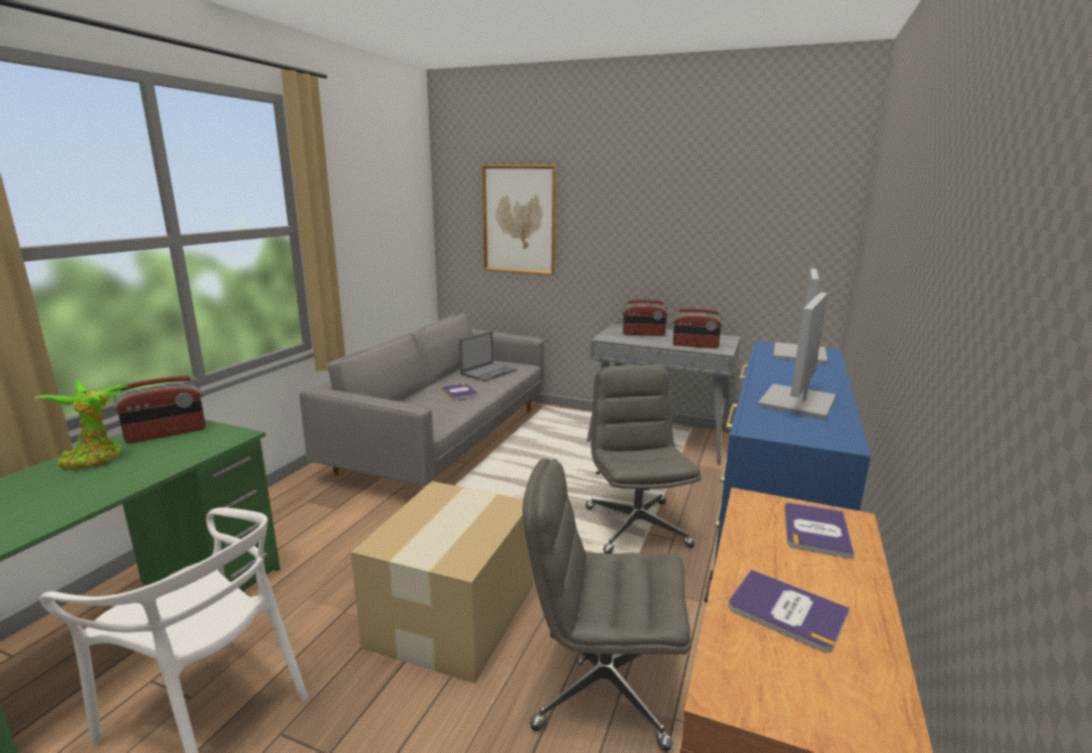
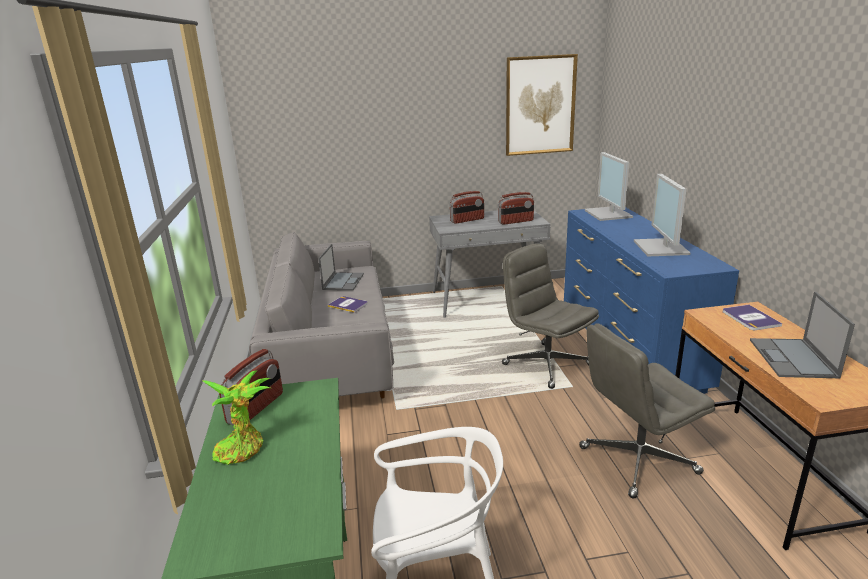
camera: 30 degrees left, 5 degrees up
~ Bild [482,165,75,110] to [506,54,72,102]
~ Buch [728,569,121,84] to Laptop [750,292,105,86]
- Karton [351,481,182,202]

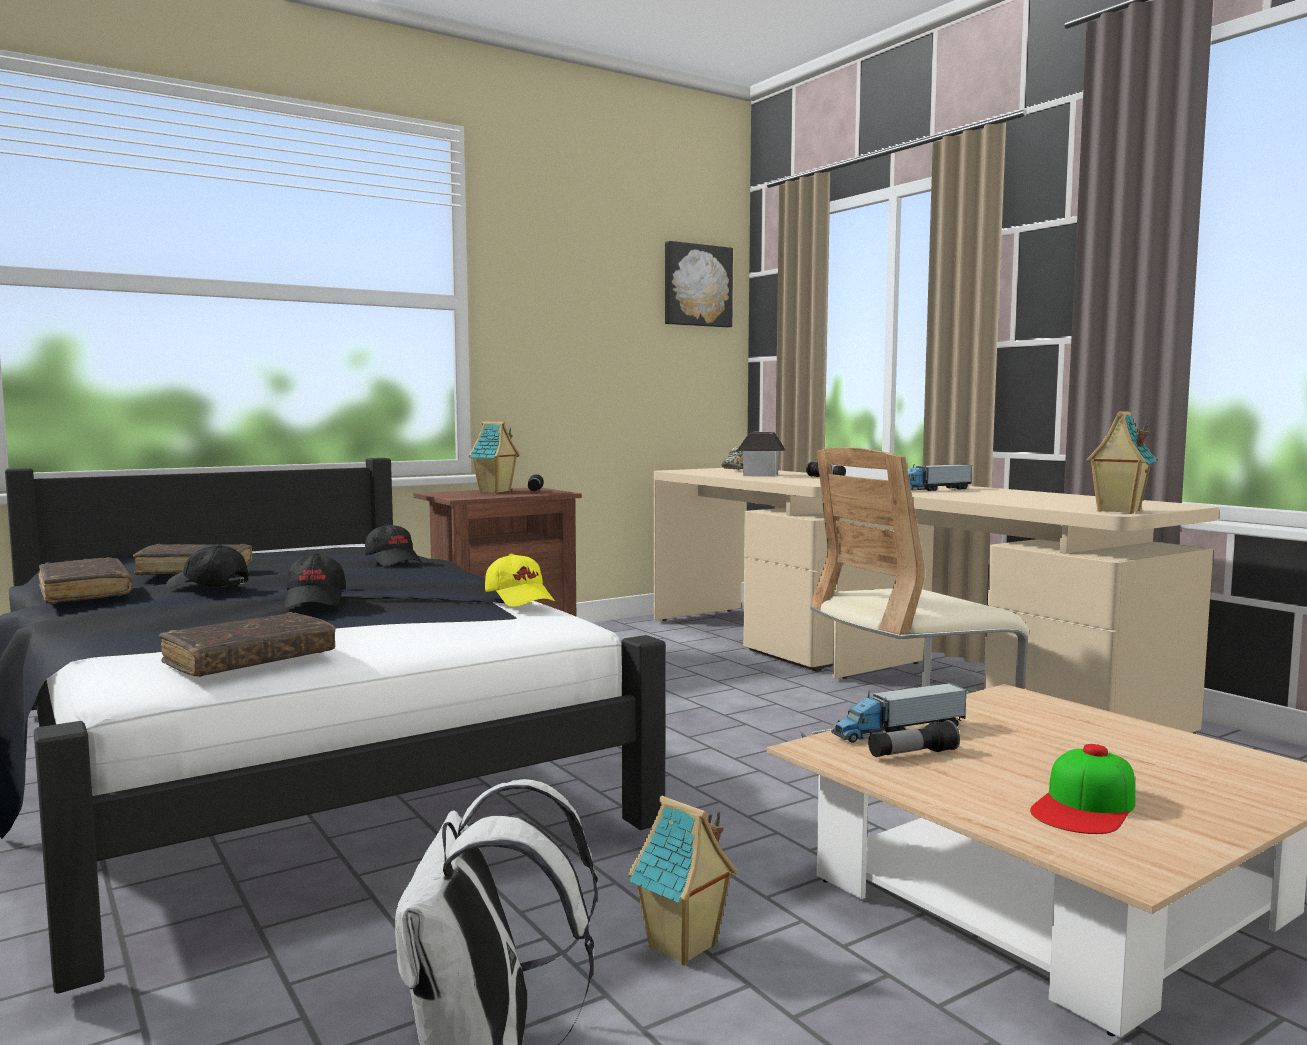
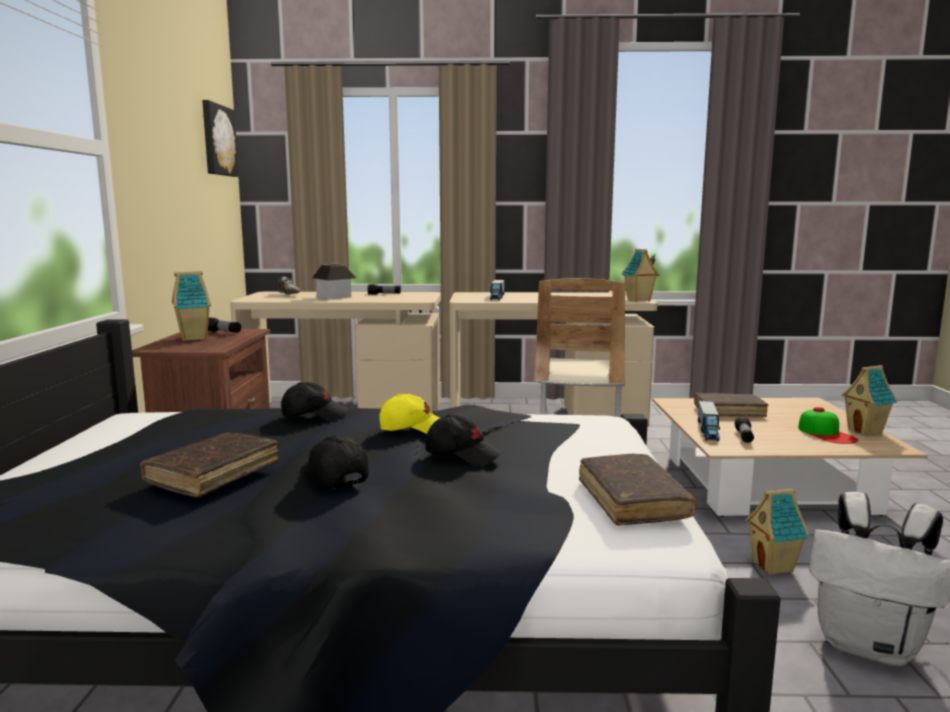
camera: 55 degrees left, 5 degrees up
~ Kappe [schwarz] [166,545,83,43] = [300,436,69,53] 90 degrees clockwise
~ Kappe [gelb] [485,554,70,53] to [379,394,61,40]
~ Buch [braun] [39,557,94,47] to [694,393,74,24]
+ Spielzeughaus [841,365,57,71]

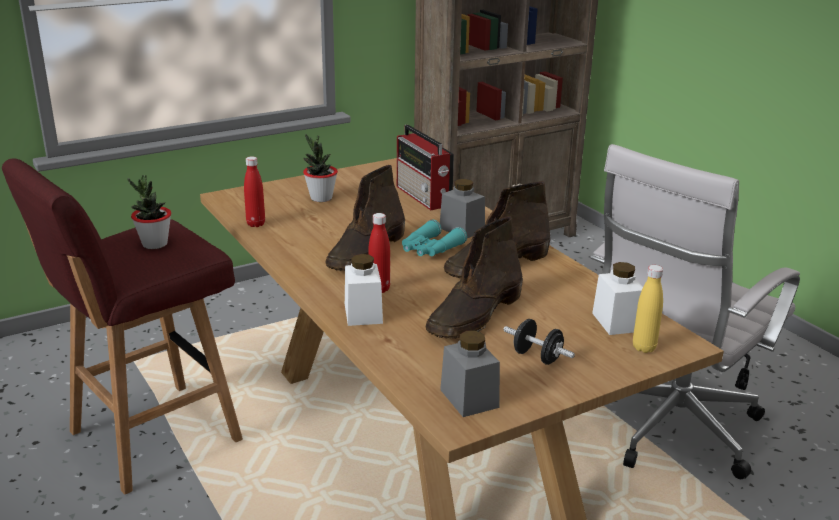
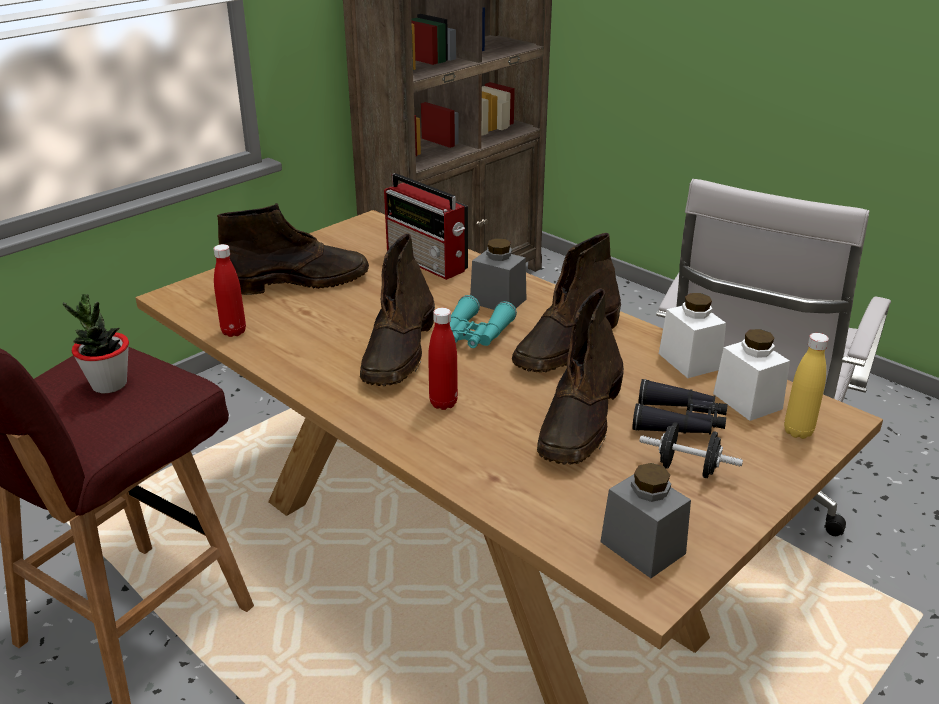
camera: 15 degrees left, 5 degrees up
~ Topfpflanze [303,133,35,69] to Stiefel [braun] [217,203,152,92]
+ Fernglas [schwarz] [632,379,96,56]
~ Vorratsglas [weiß] [345,254,38,72] to [659,293,67,85]

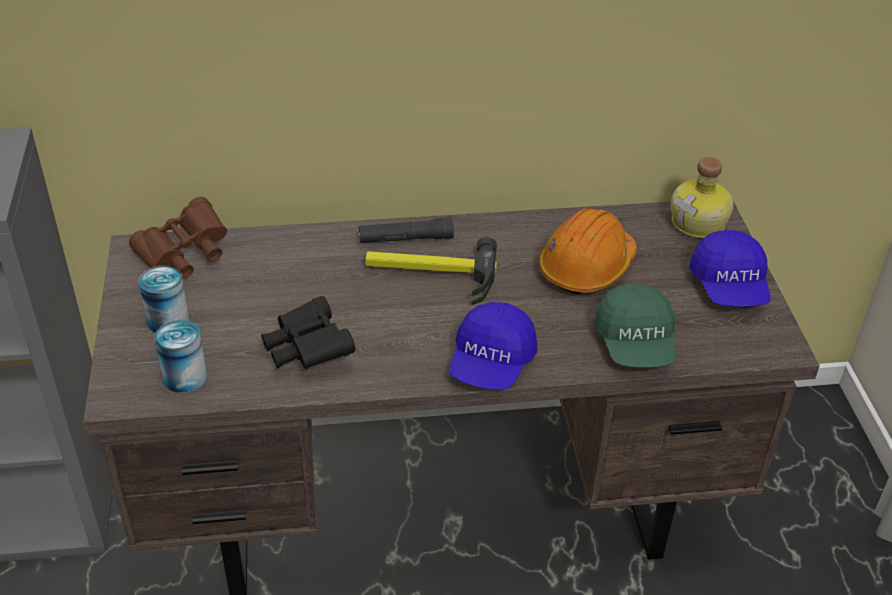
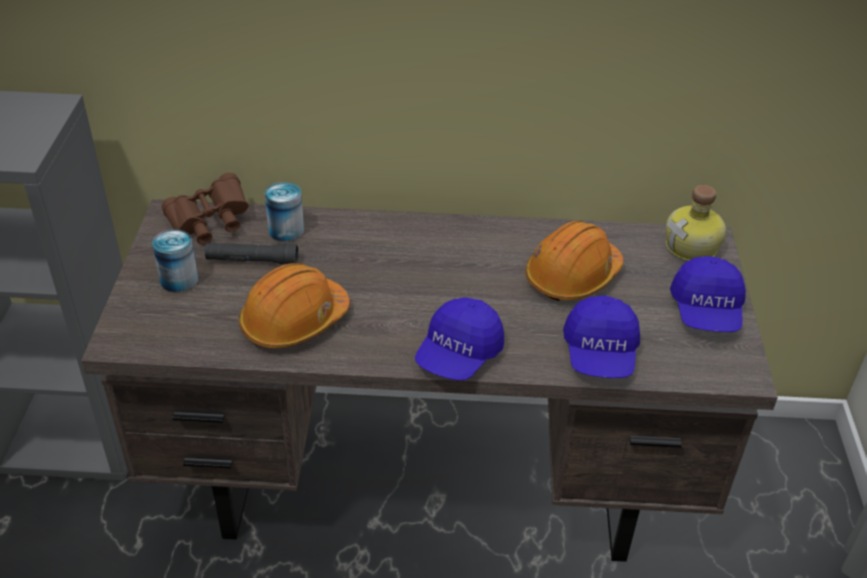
camera: 10 degrees right, 0 degrees up
~ Taschenlampe [schwarz] [359,217,95,26] to [205,243,93,21]
~ Fernglas [schwarz] [261,296,95,73] to Schutzhelm [orange] [239,263,111,85]
~ Dose [154,320,53,73] to [265,182,39,60]
~ Kappe [grün] [593,283,83,85] to Kappe [blau] [563,295,77,83]
- Hammer [365,237,132,68]

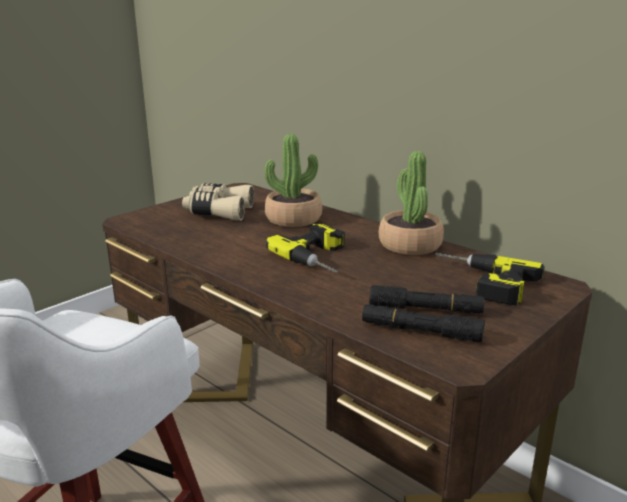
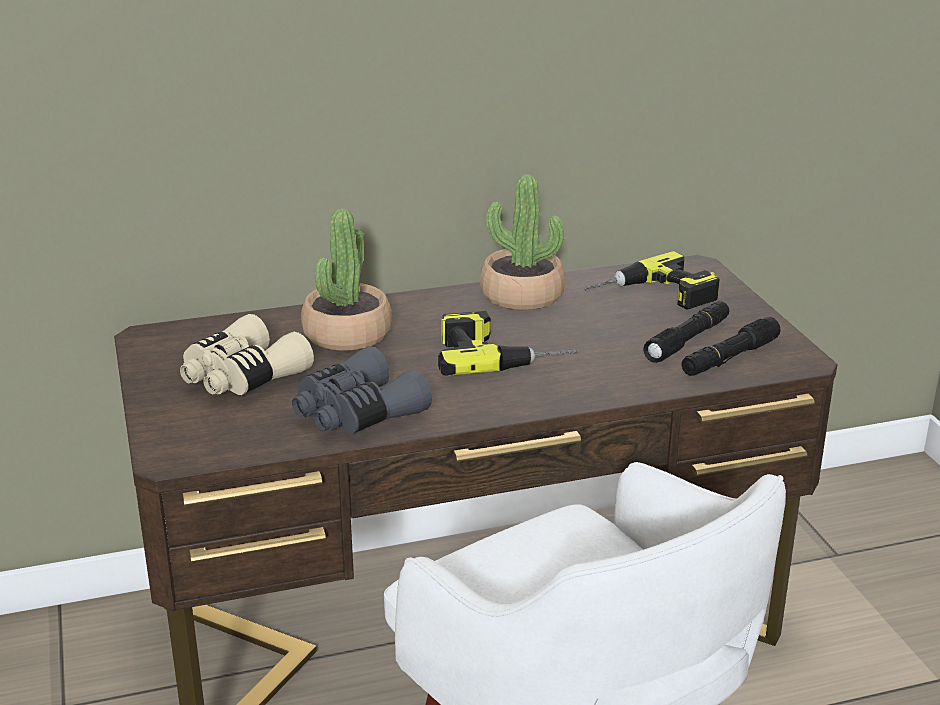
camera: 60 degrees left, 5 degrees up
+ Fernglas [grau] [292,346,140,88]

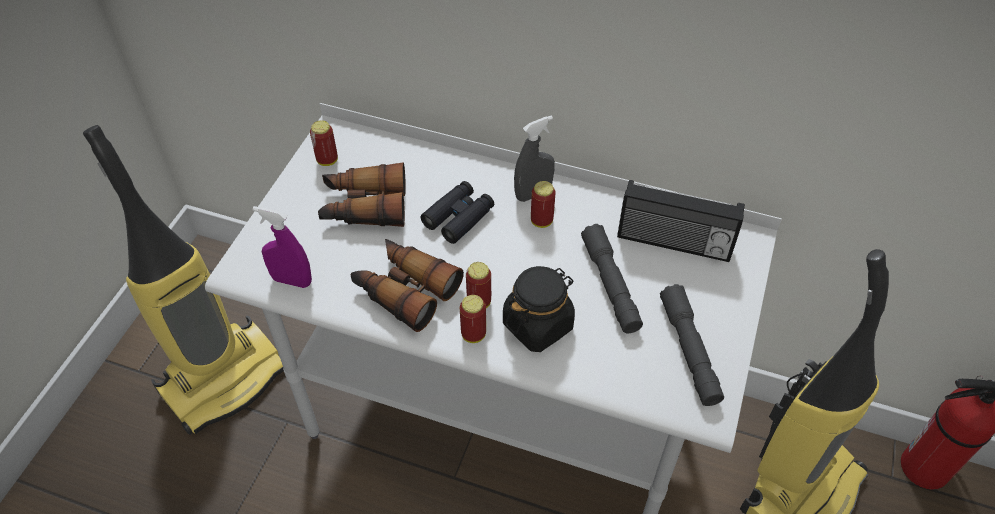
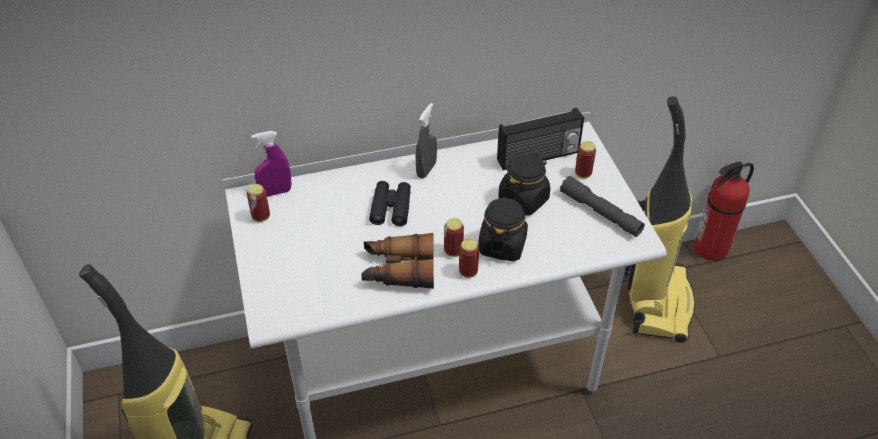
camera: 35 degrees left, 5 degrees down
~ Sprühflasche [lila] [253,206,59,82] to [251,131,40,66]
~ Taschenlampe [grau] [581,224,62,109] to Vorratsglas [schwarz] [498,153,53,63]
~ Dose [531,181,25,47] to [575,141,21,37]
- Fernglas [318,162,88,65]

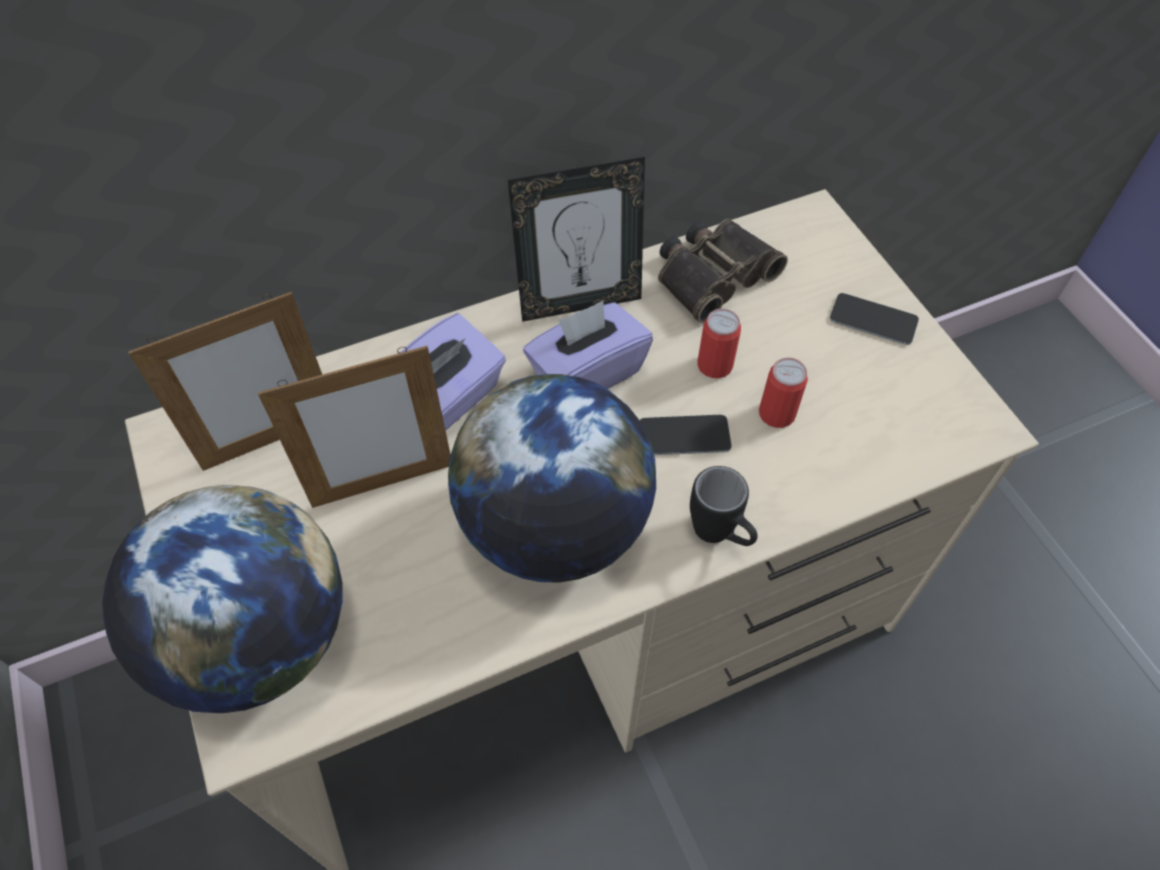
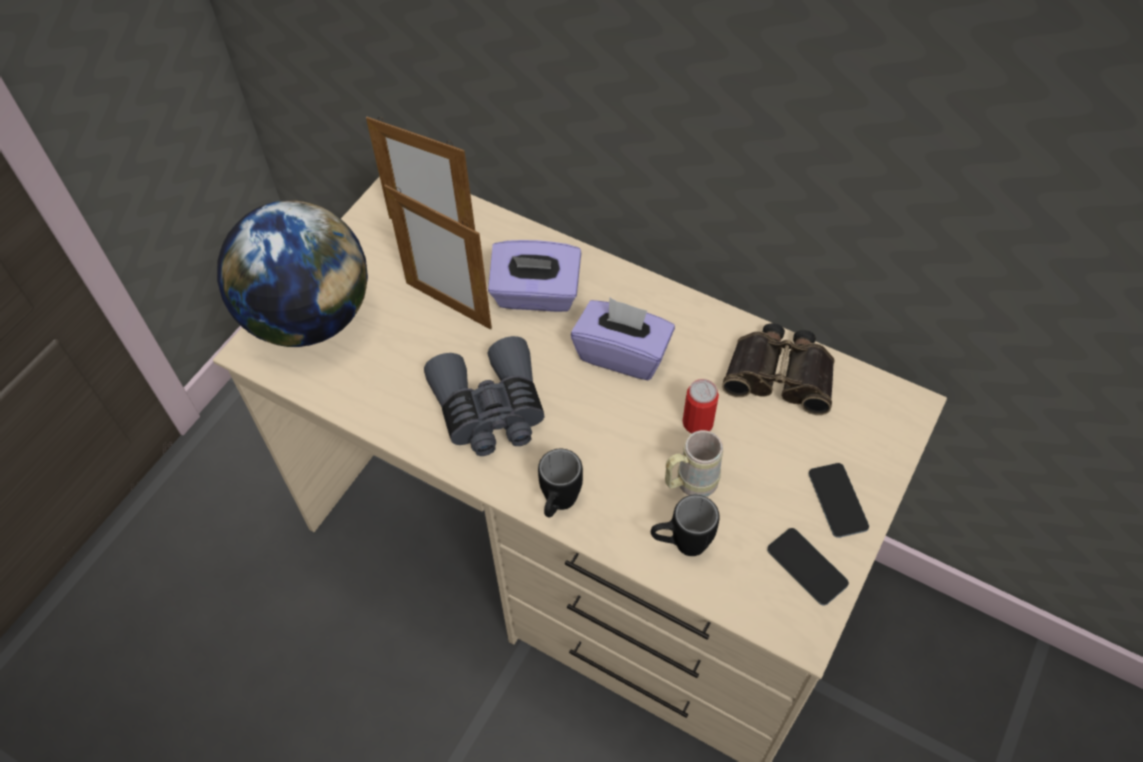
camera: 55 degrees right, 0 degrees up
~ Globus [448,374,208,208] to Fernglas [grau] [424,336,121,120]
+ Henkelbecher [schwarz] [651,495,69,61]
~ Dose [759,358,49,70] to Henkelbecher [beige] [665,430,58,67]
~ Handy [639,415,93,40] to [767,528,82,78]
- Bilderrahmen [508,157,137,165]

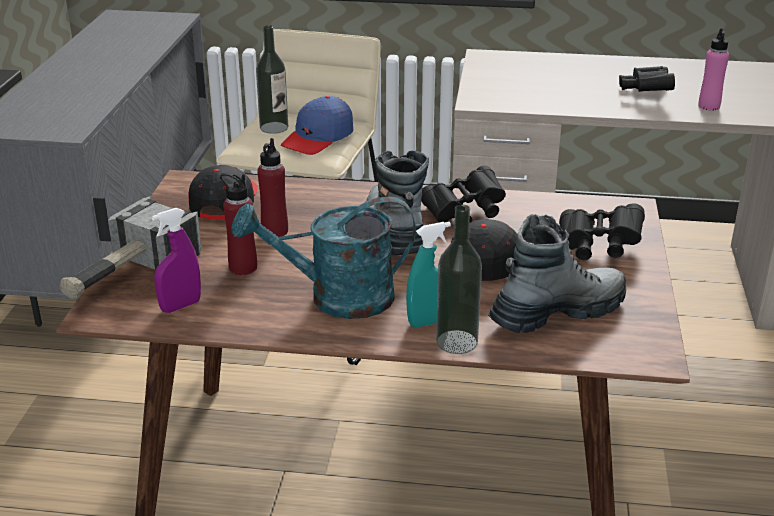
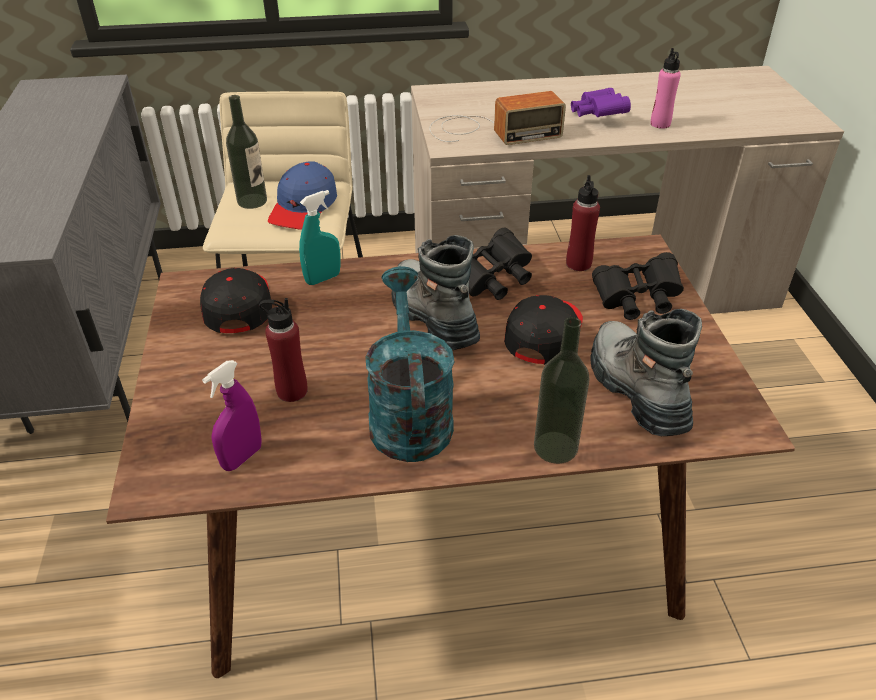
camera: 15 degrees left, 10 degrees up
~ Sprühflasche [türkis] [406,222,45,105] to [299,190,41,95]
~ Gießkanne [türkis] [231,197,185,122] = [366,266,89,196] 105 degrees clockwise
+ Radio [429,91,137,54]
~ Flasche [rot] [257,138,31,99] to [566,175,34,96]
~ Fernglas [schwarz] [619,66,56,26] to Fernglas [lila] [571,88,60,29]
~ Stiefel [488,214,138,119] = [590,309,112,127] 60 degrees counterclockwise
- Hammer [59,196,143,103]

